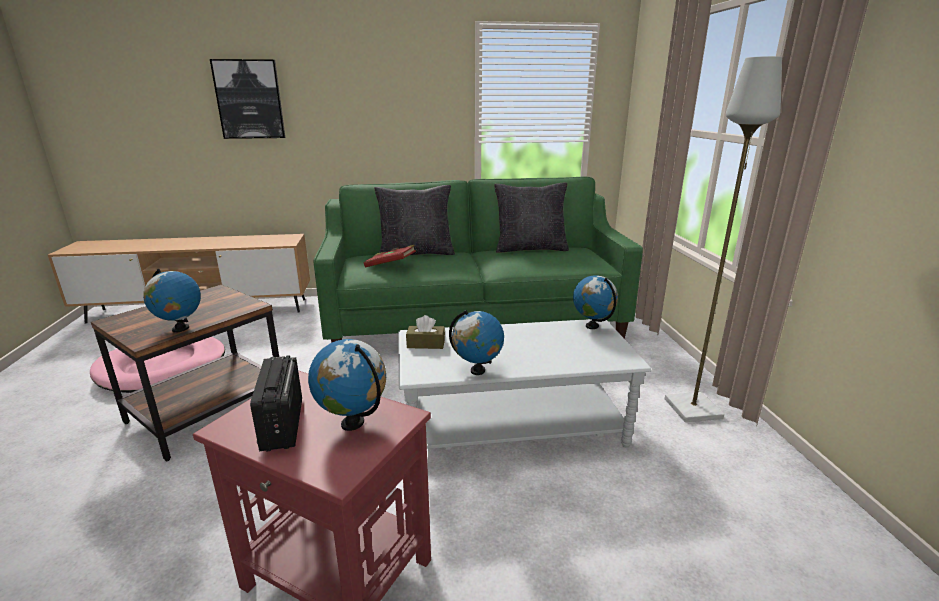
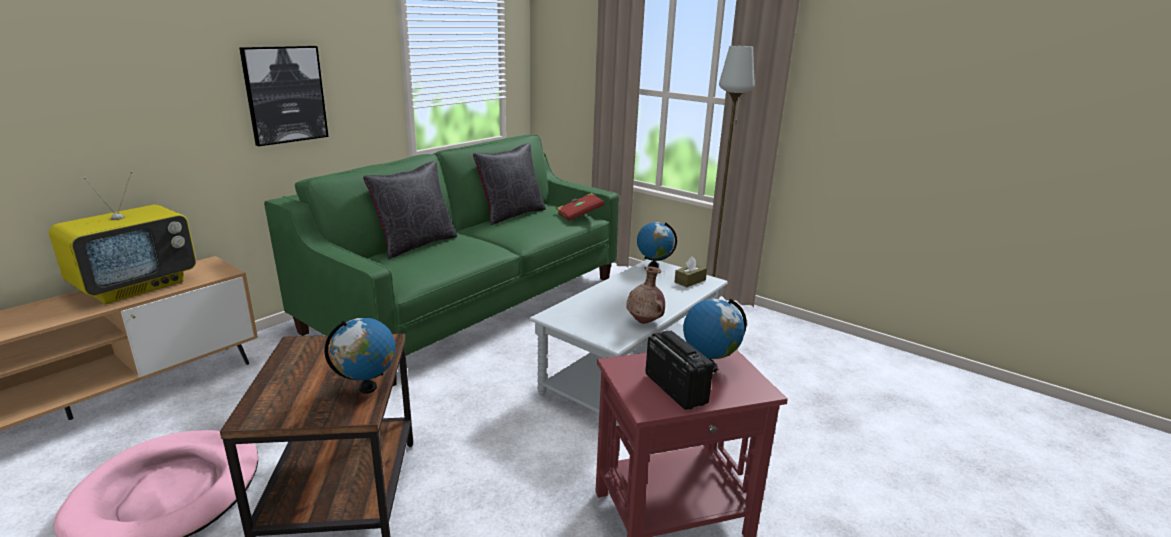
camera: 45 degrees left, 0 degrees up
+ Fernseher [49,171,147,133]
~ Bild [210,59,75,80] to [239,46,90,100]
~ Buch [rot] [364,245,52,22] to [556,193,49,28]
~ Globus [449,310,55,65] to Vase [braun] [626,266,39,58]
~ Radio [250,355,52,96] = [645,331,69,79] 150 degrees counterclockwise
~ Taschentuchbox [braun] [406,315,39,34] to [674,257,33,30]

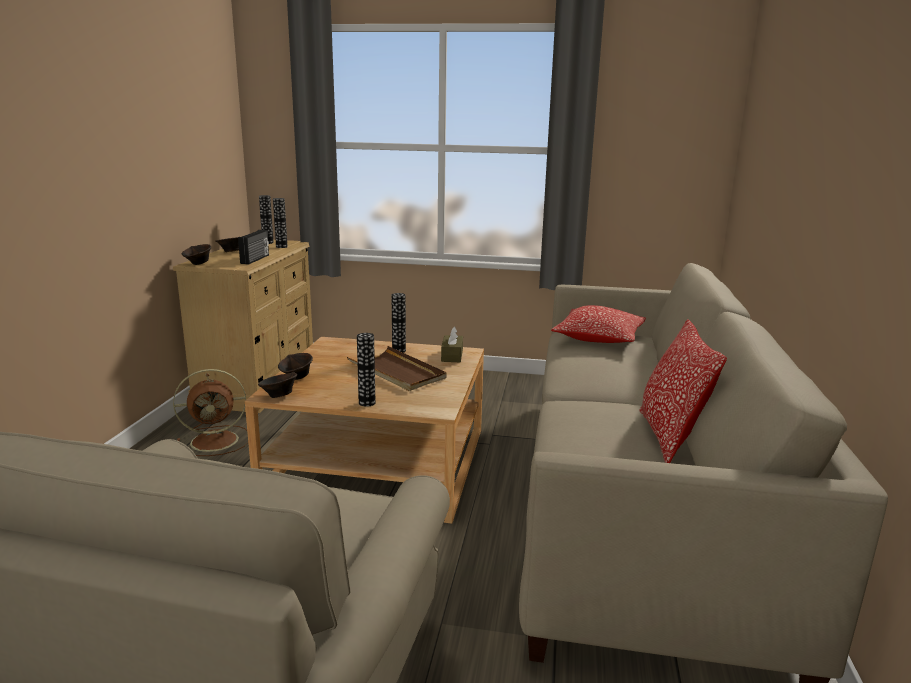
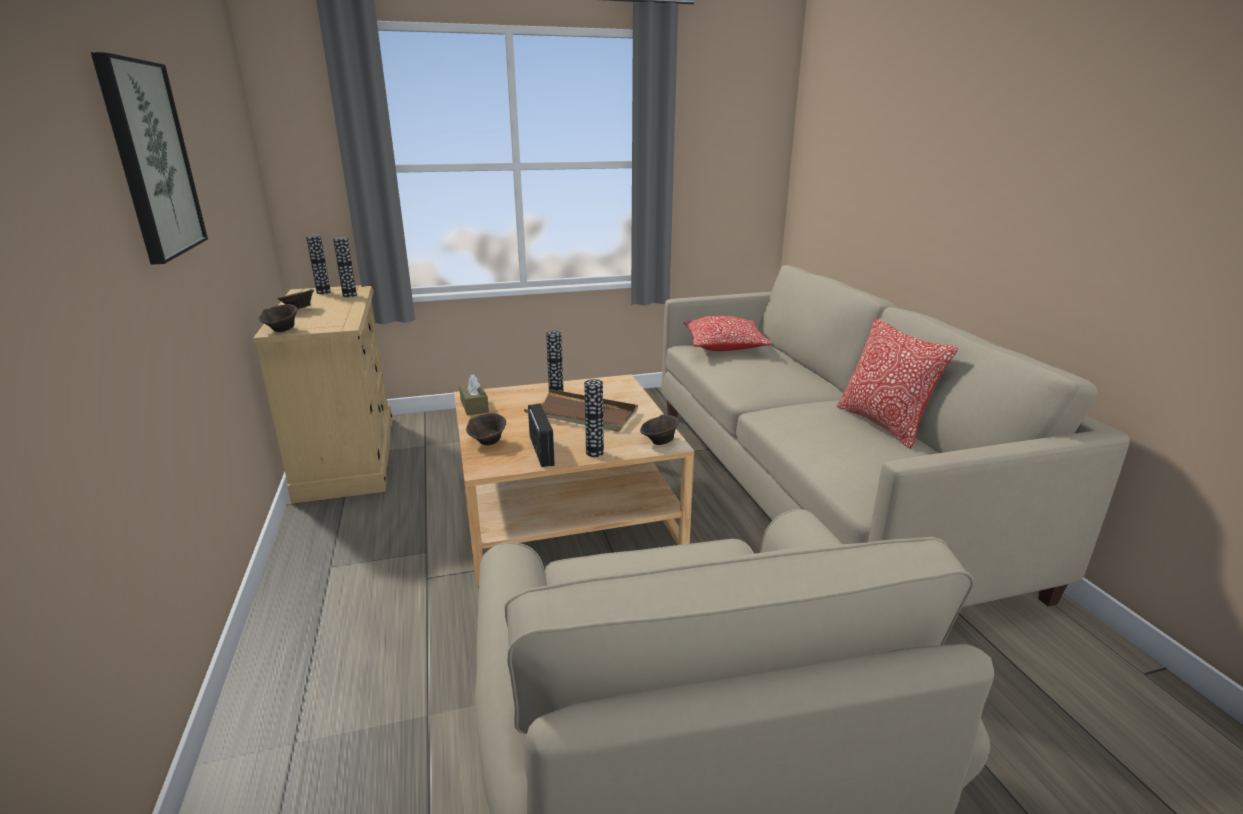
camera: 25 degrees left, 5 degrees up
+ Bild [91,52,117,213]
~ Taschentuchbox [braun] [441,326,22,36] to [459,374,30,41]
~ Radio [238,230,31,34] to [528,404,27,63]
~ Schüssel [braun] [258,372,39,26] to [640,414,39,31]
- Ventilator [braun] [173,369,75,87]

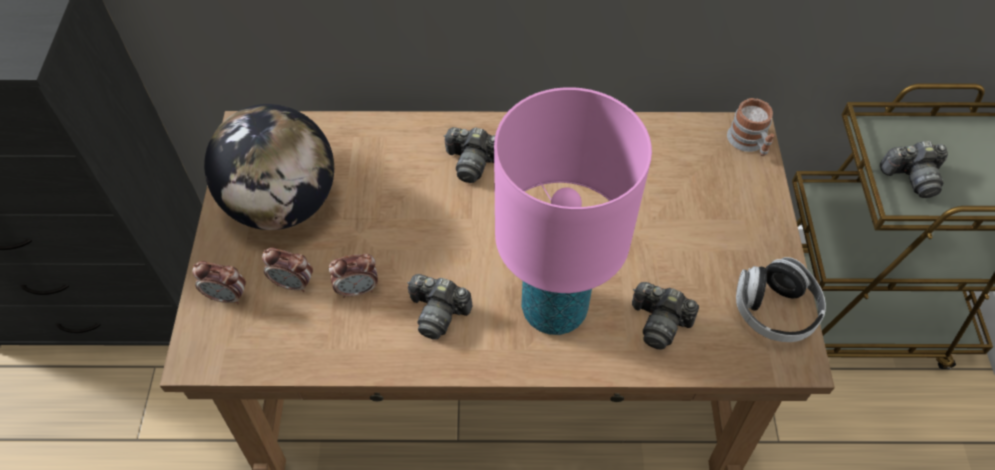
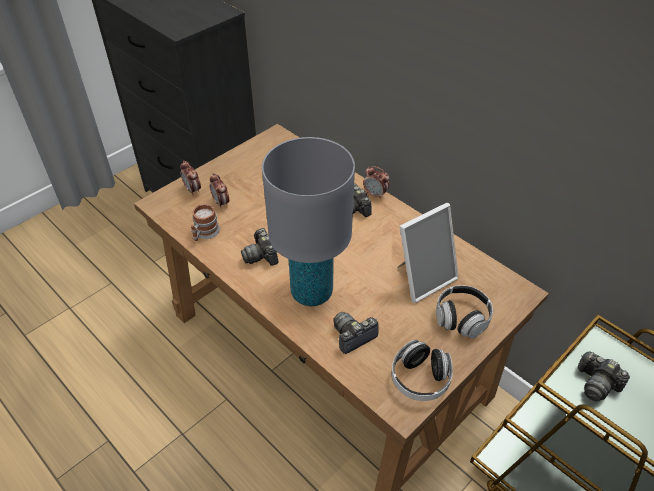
camera: 45 degrees right, 10 degrees down
~ Henkelbecher [727,98,47,58] to [191,204,29,37]
~ Tischlampe [rosa] [494,87,158,248] to Tischlampe [grau] [262,137,93,169]
~ Kamera [632,282,67,67] = [333,312,46,42] 75 degrees clockwise
~ Wecker [329,254,49,44] to [363,166,26,33]
+ Bilderrahmen [397,203,62,100]
+ Kopfhörer [436,285,57,54]
- Globus [204,104,130,126]

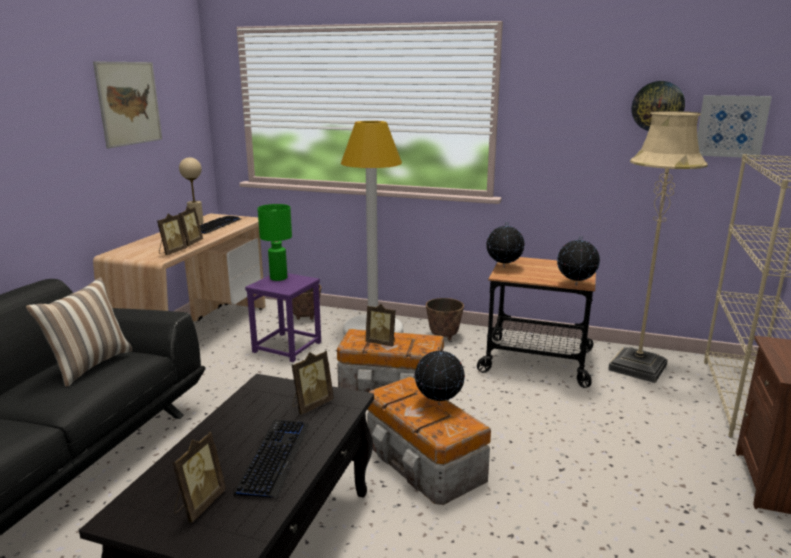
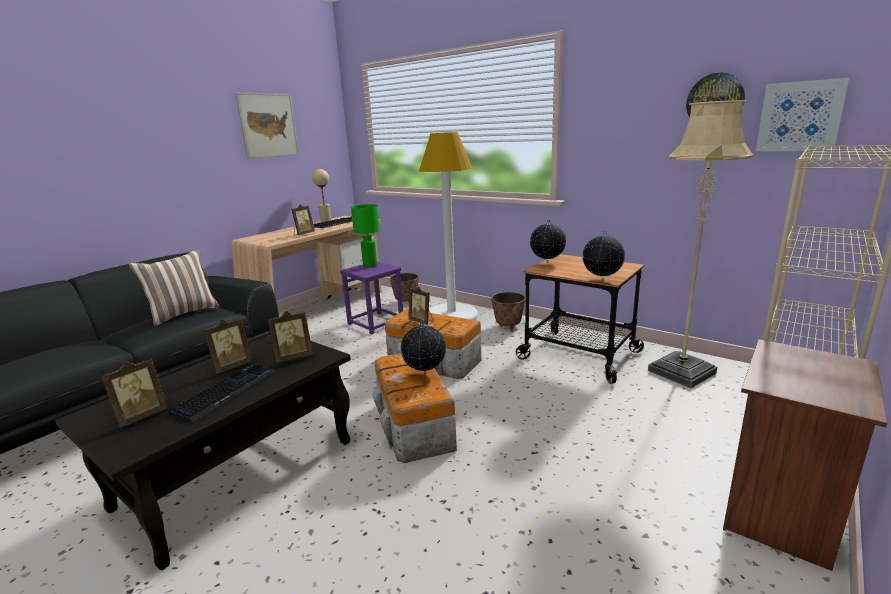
camera: 20 degrees right, 0 degrees up
~ Bilderrahmen [157,214,30,41] to [203,318,50,56]

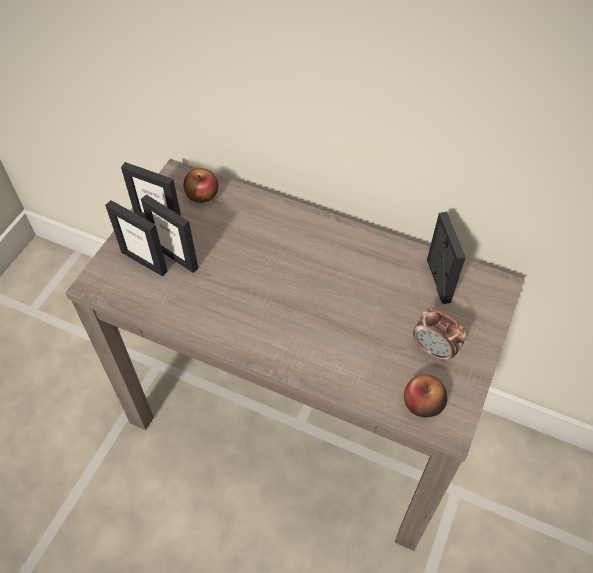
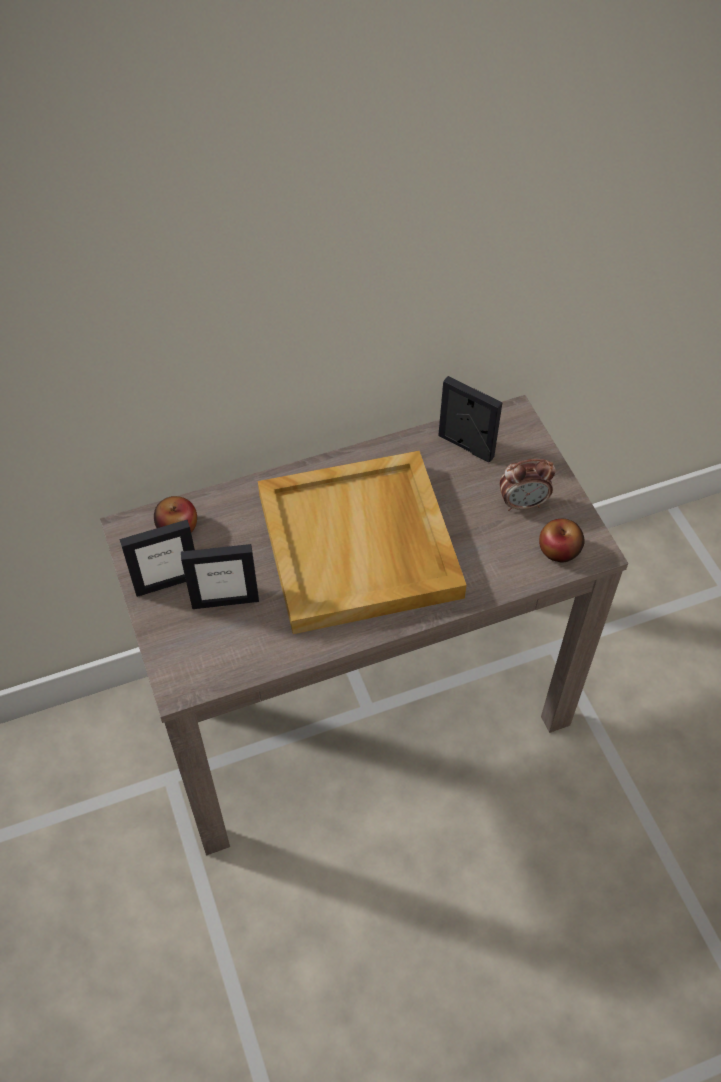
camera: 45 degrees left, 0 degrees up
+ Tablett [beige] [258,451,209,183]
- Bilderrahmen [105,200,63,76]

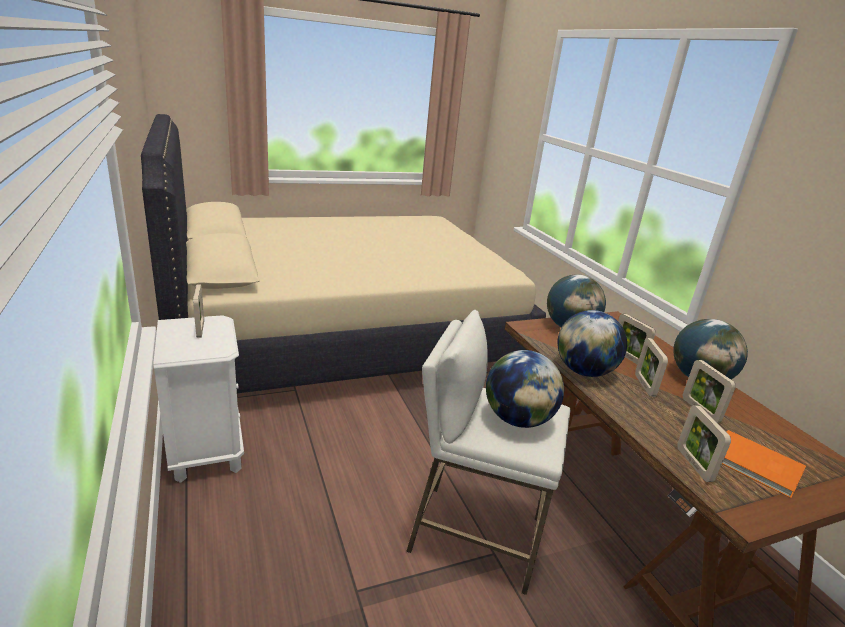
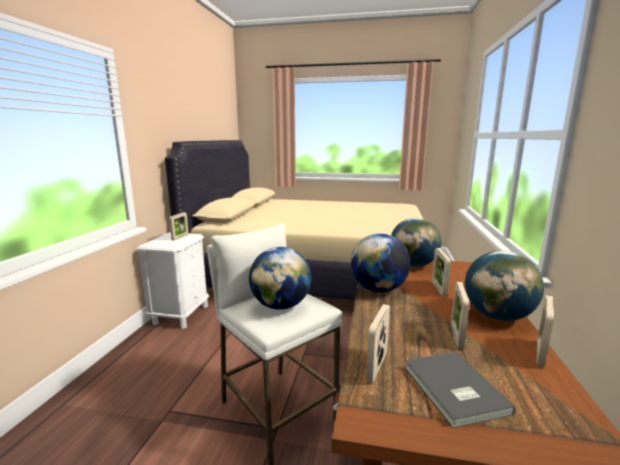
camera: 35 degrees right, 10 degrees down
~ Buch [orange] [722,430,84,68] to Buch [grau] [404,352,111,76]
~ Bilderrahmen [635,338,33,59] to [537,295,17,72]

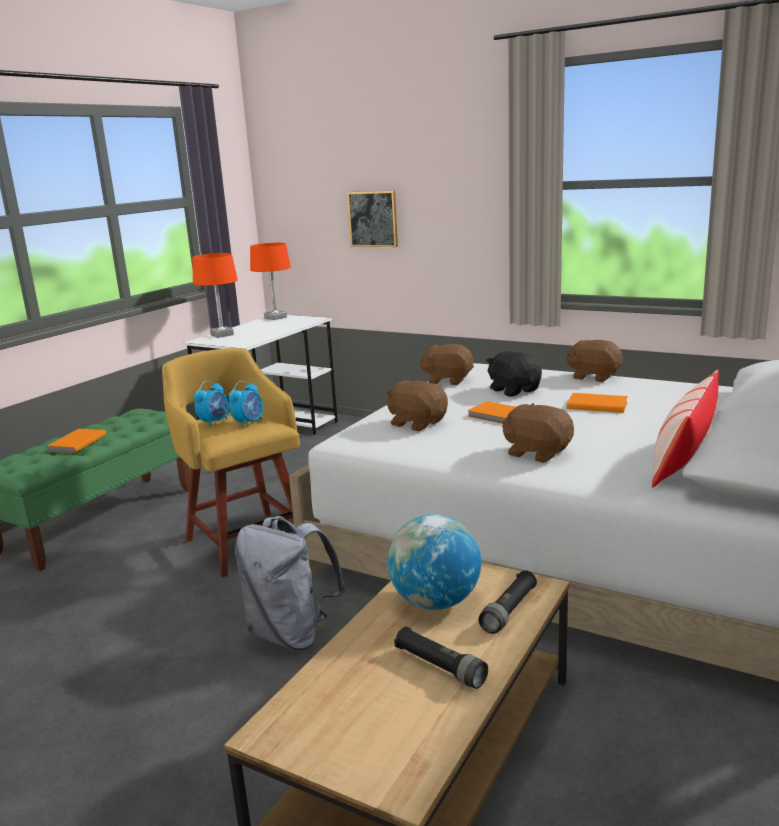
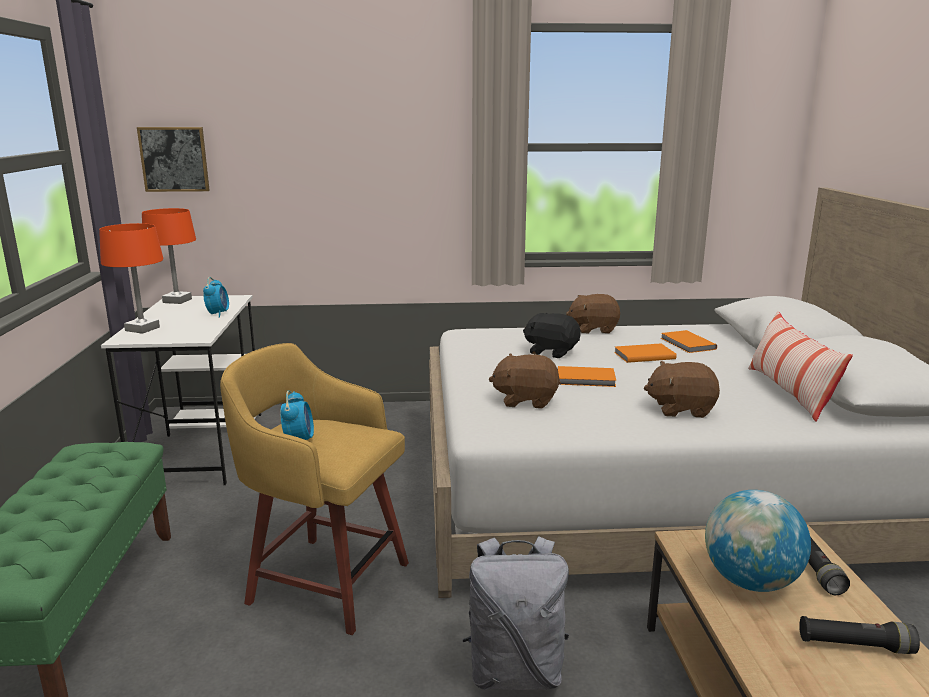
camera: 35 degrees left, 0 degrees up
~ Bild [347,191,51,56] to [137,127,73,65]
~ Wecker [228,381,35,47] to [203,277,26,41]
~ Buch [orange] [47,429,59,24] to [661,330,56,23]
- Plüschtier [braun] [419,344,55,41]

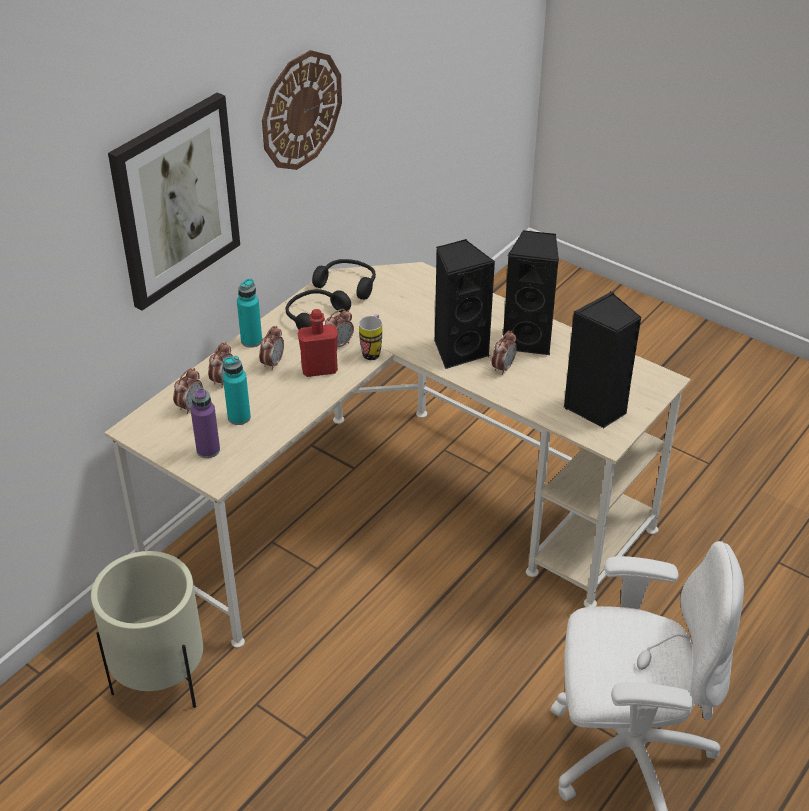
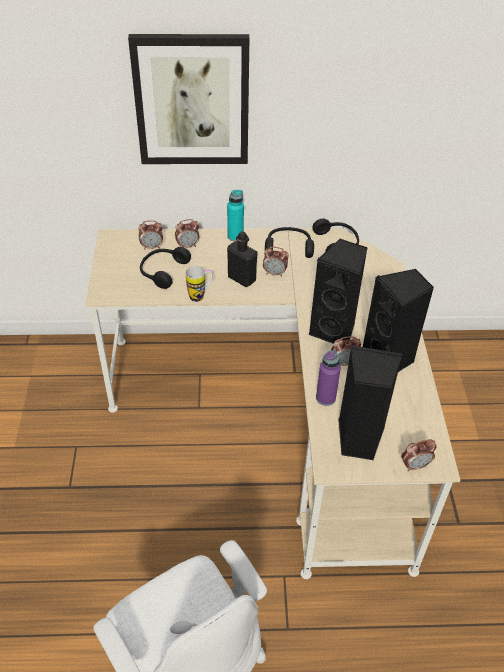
camera: 50 degrees right, 5 degrees up
~ Flasche [türkis] [223,356,28,69] to Kopfhörer [schwarz] [140,247,51,42]
~ Henkelbecher [359,314,23,46] to [186,266,28,36]
~ Flasche [rot] [297,309,41,68] to Flasche [schwarz] [227,231,31,56]
~ Flasche [lila] [191,387,29,71] to [316,350,25,56]
~ Wecker [259,326,25,44] to [402,439,35,33]
- Pflanzkübel [beige] [91,551,112,157]
- Wanduhr [262,50,80,120]

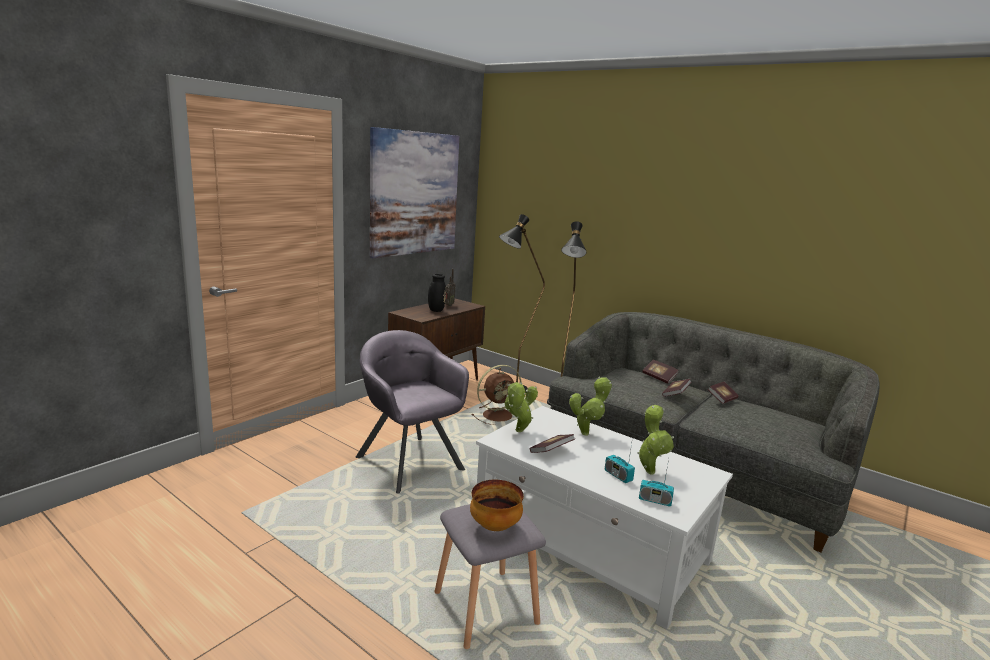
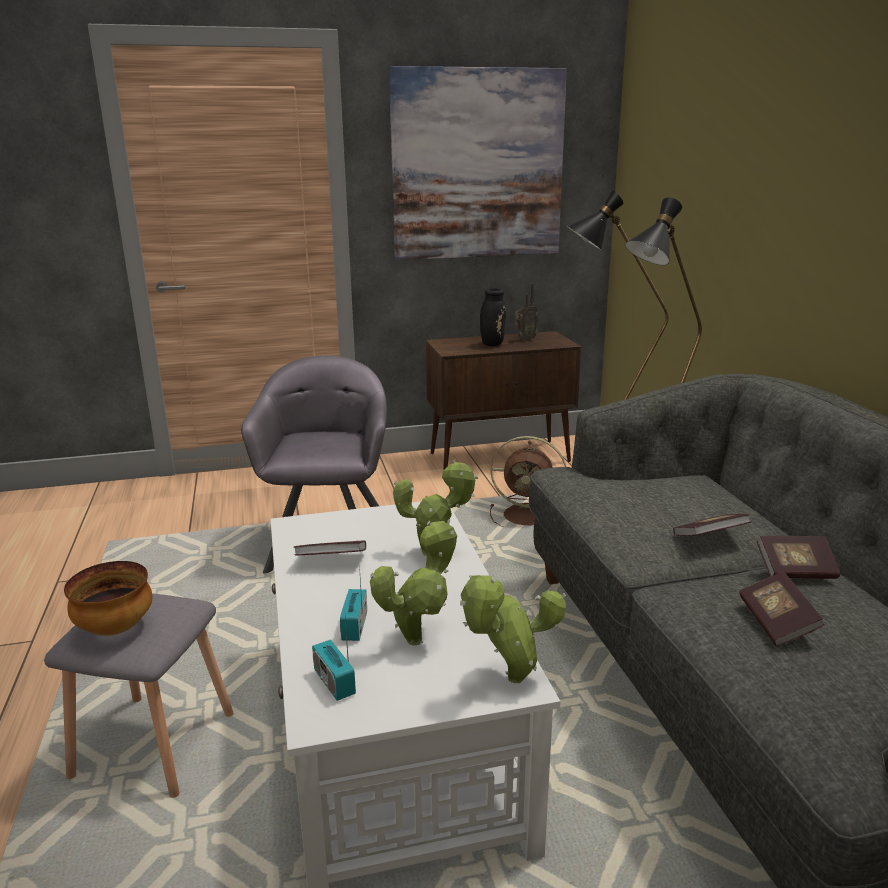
camera: 40 degrees right, 5 degrees up
~ Topfpflanze [504,382,34,50] to [460,575,106,108]
~ Buch [642,360,36,24] to [739,571,85,76]

